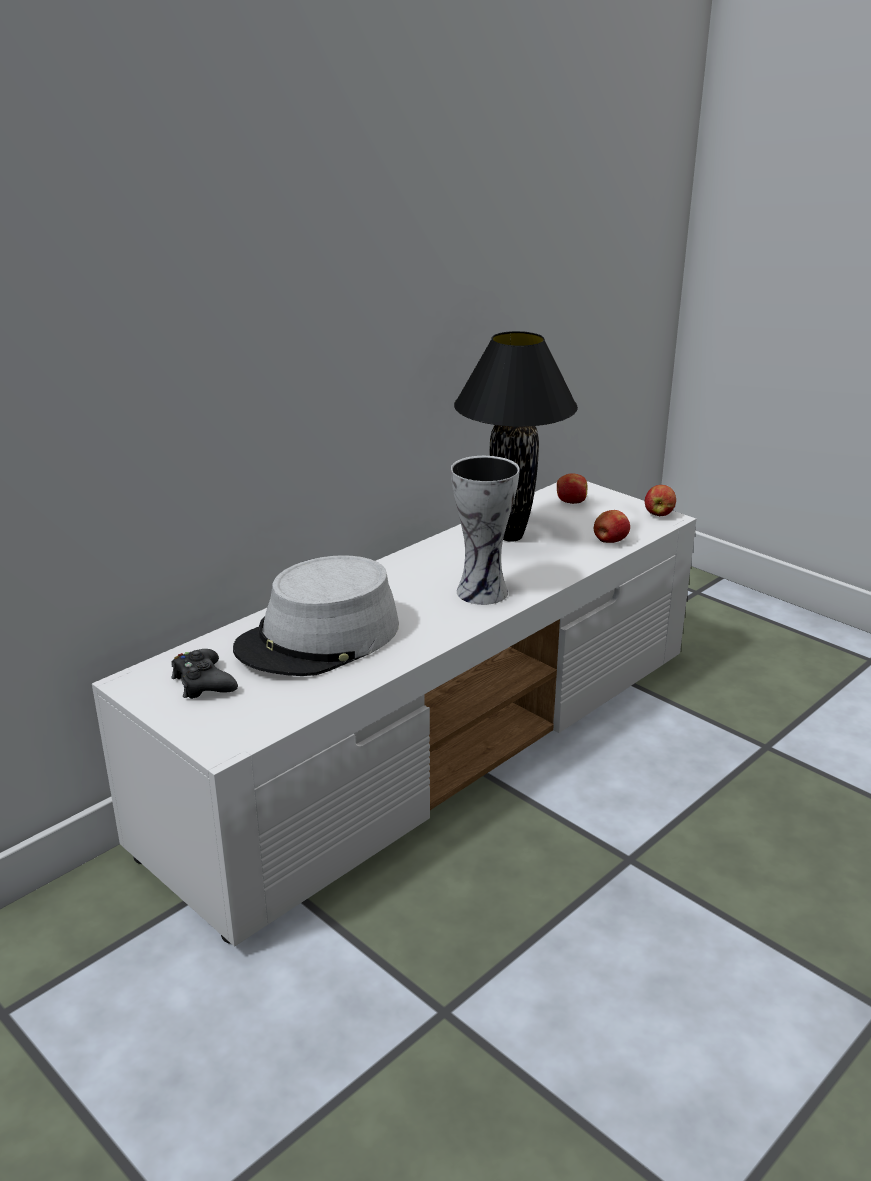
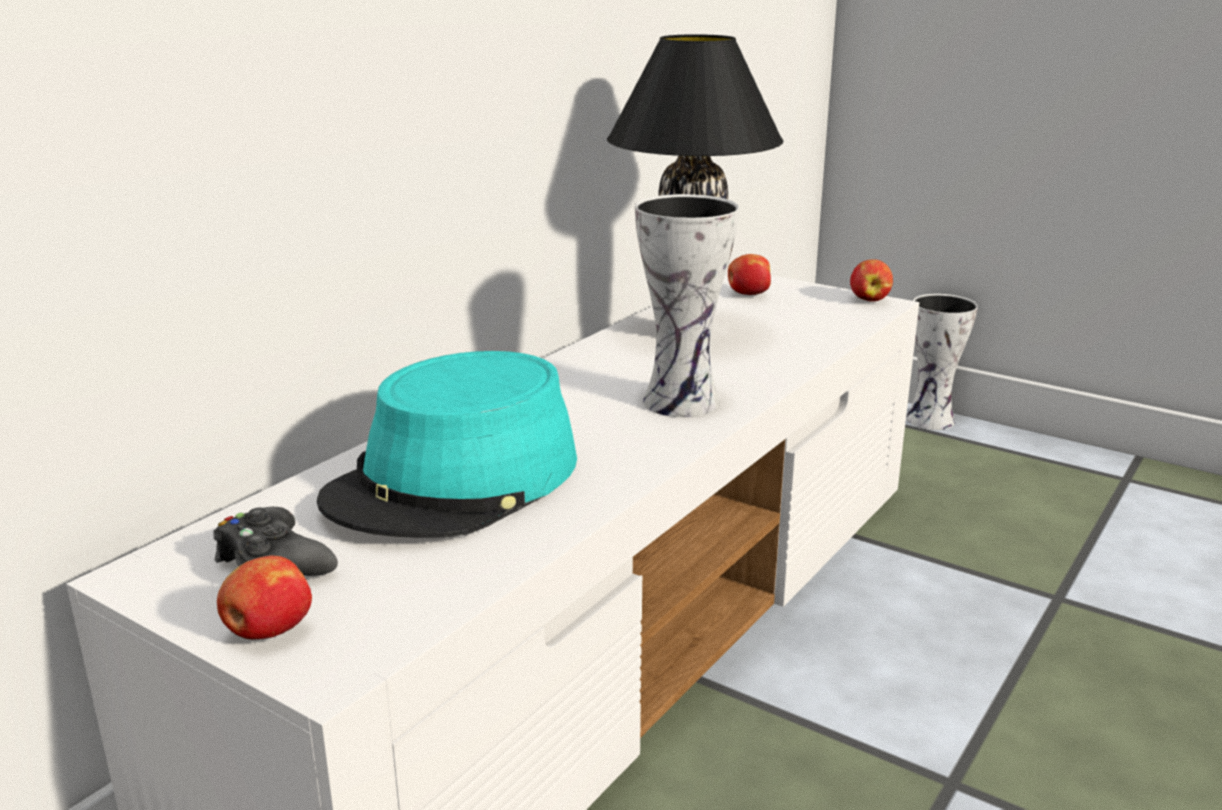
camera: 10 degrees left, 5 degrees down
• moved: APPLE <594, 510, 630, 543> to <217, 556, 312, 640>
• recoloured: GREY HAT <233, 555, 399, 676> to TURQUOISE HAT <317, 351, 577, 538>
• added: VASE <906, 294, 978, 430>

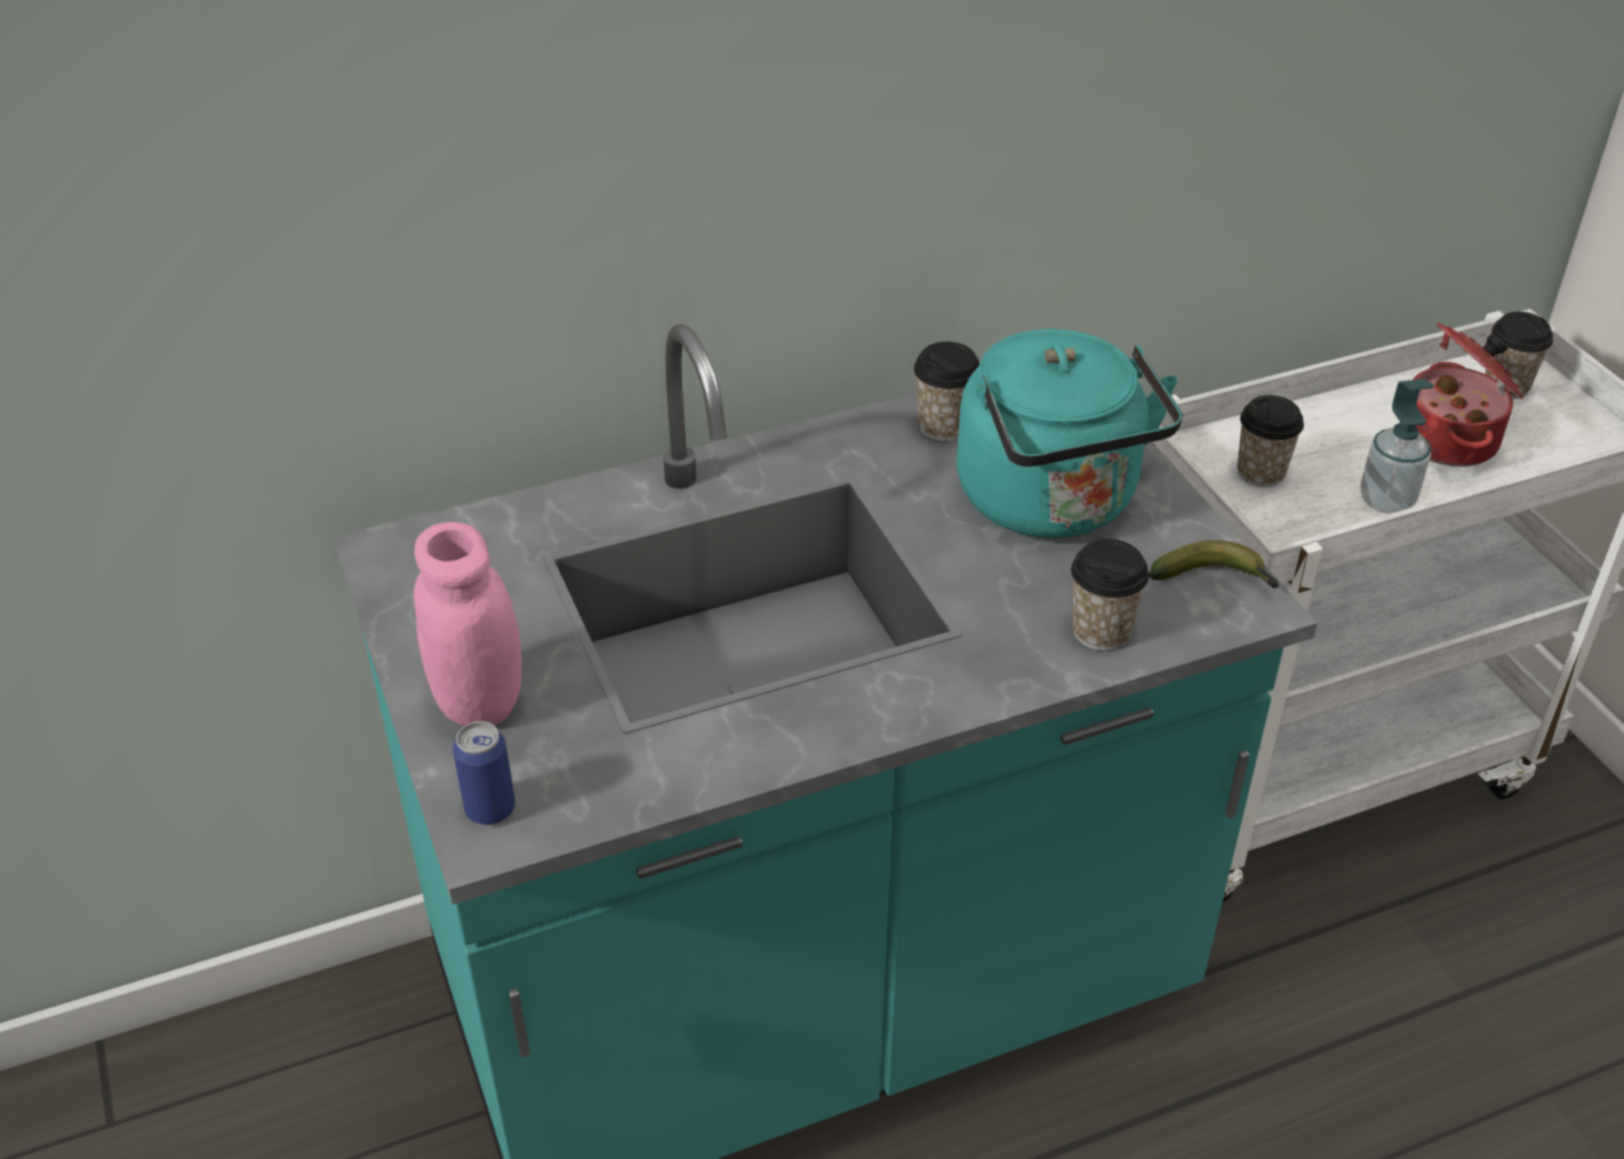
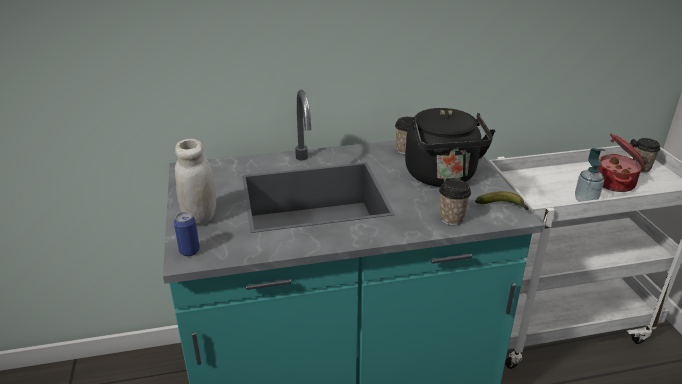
camera: 10 degrees right, 10 degrees down
• recoloured: TURQUOISE KETTLE <957, 329, 1182, 538> to BLACK KETTLE <405, 108, 495, 187>
• removed: CUP <1237, 395, 1304, 487>
• recoloured: PINK JAR <414, 522, 522, 726> to WHITE JAR <175, 139, 216, 225>

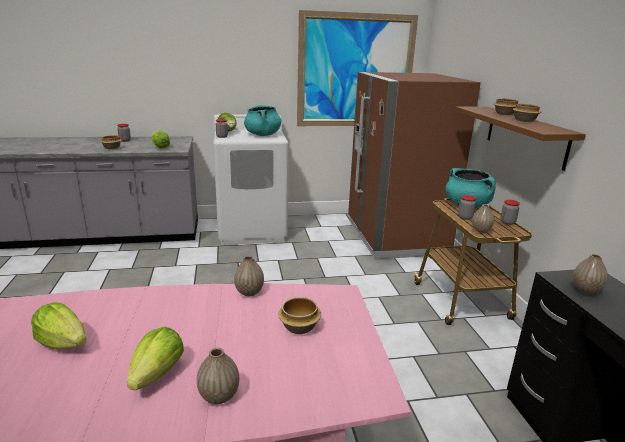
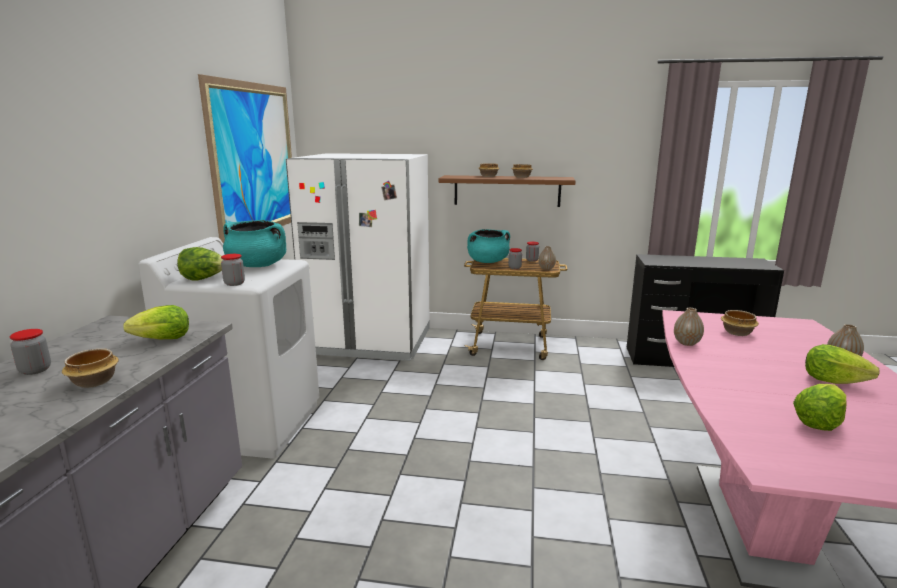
camera: 70 degrees left, 5 degrees down
• recoloured: BROWN FRIDGE <348, 72, 481, 259> to WHITE FRIDGE <286, 153, 430, 361>
• removed: VASE <573, 254, 608, 294>

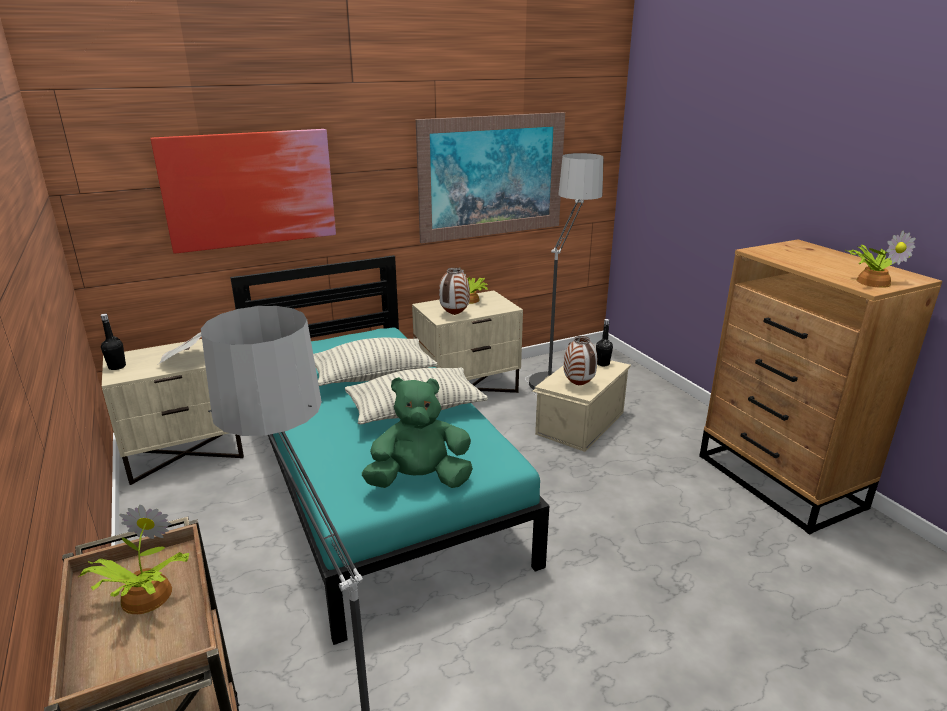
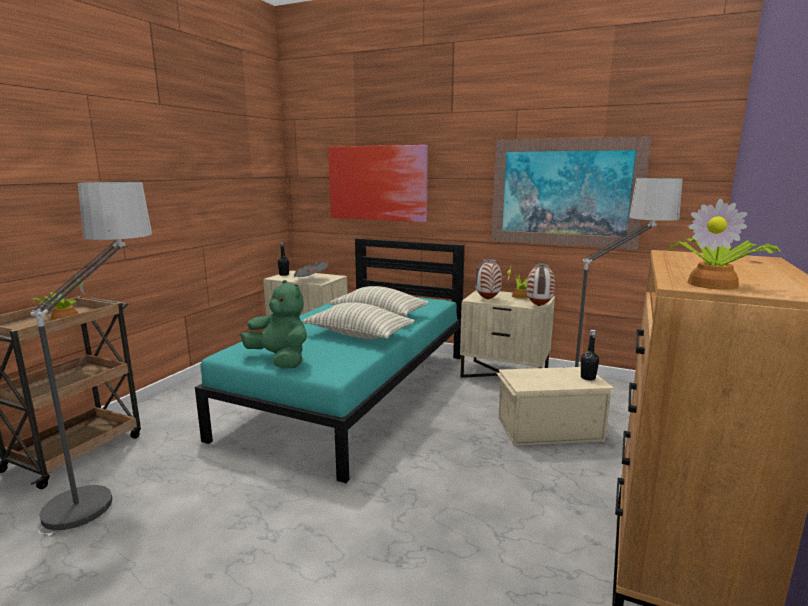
camera: 50 degrees right, 10 degrees down
• moved: VASE <564, 336, 597, 385> to <526, 264, 555, 306>

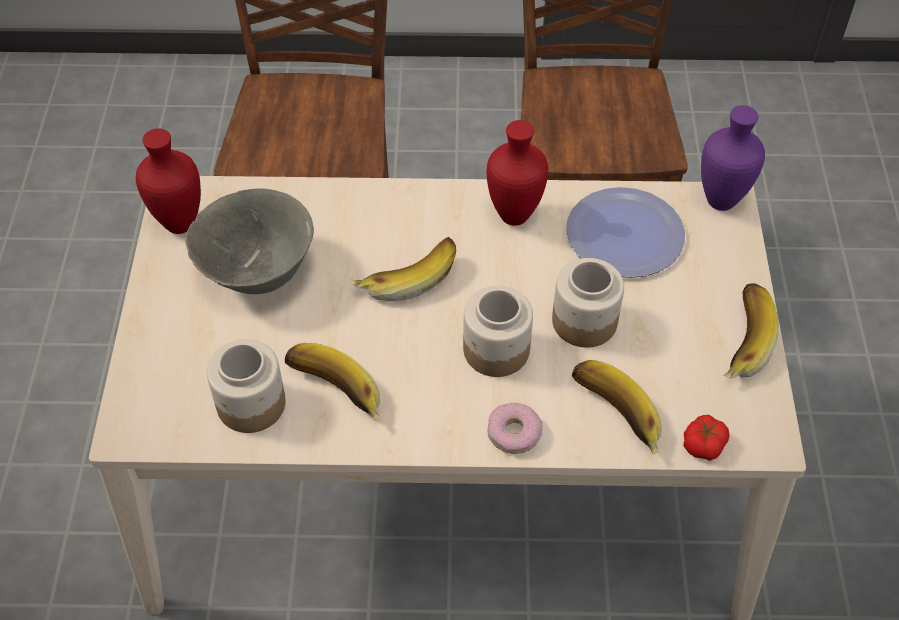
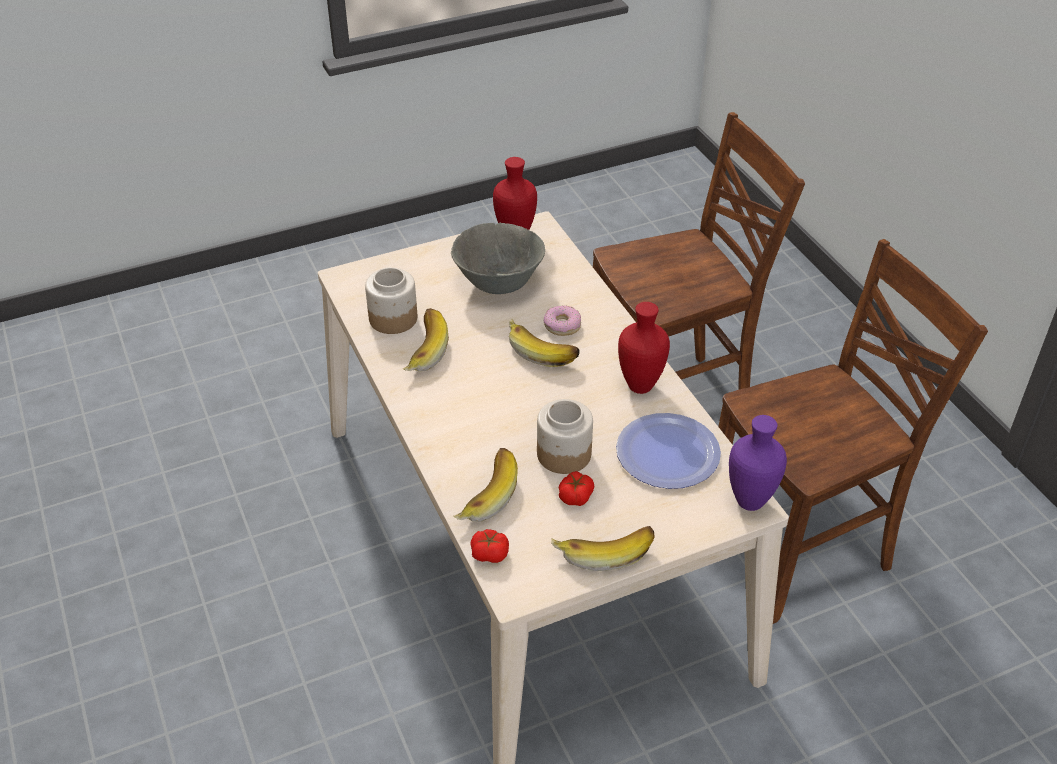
camera: 65 degrees right, 10 degrees down
• removed: JAR <463, 286, 533, 377>
• moved: DONUT <487, 403, 542, 454> to <544, 305, 581, 336>
• added: TOMATO <558, 471, 595, 506>

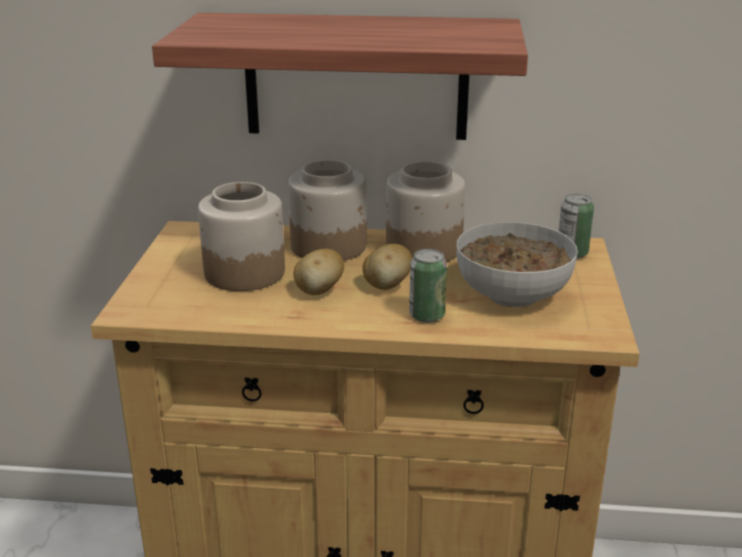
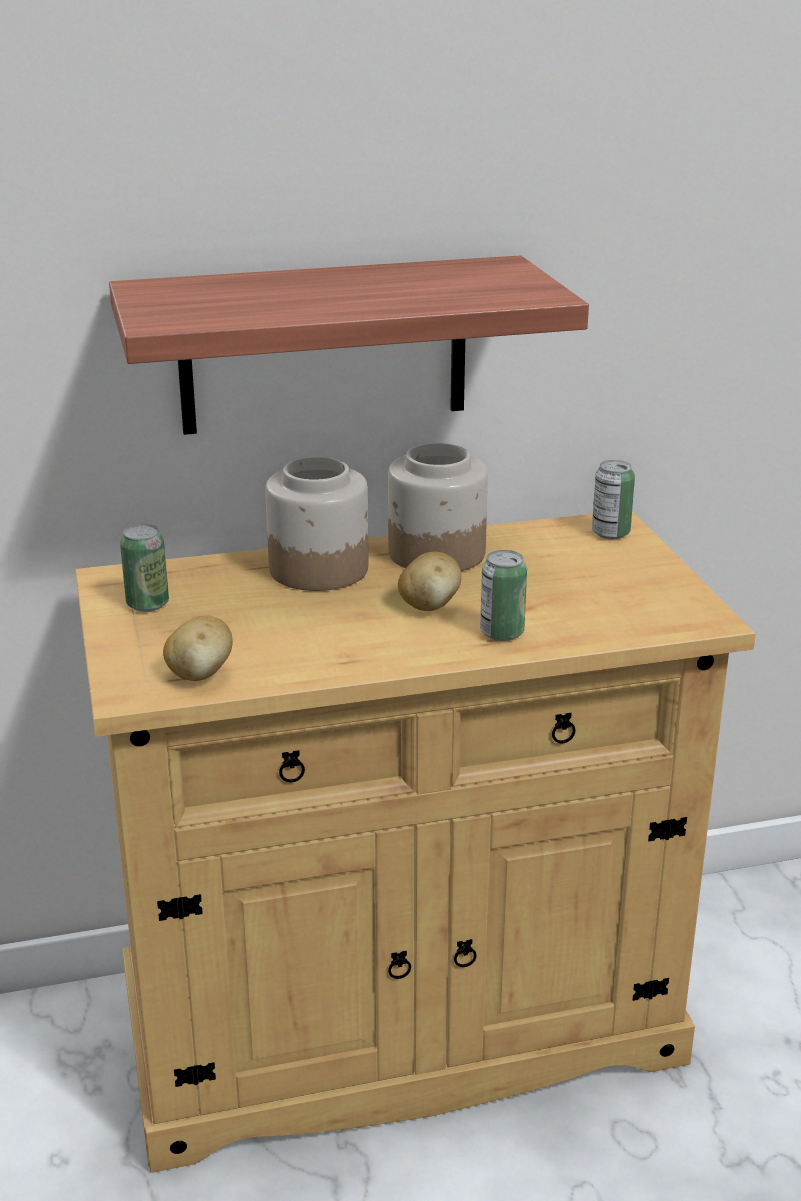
camera: 20 degrees left, 0 degrees up
• removed: JAR <198, 182, 285, 291>
• removed: BOWL <456, 222, 578, 307>
• moved: POTATO <293, 249, 344, 295> to <163, 615, 233, 681>
• added: CAN <120, 524, 169, 612>

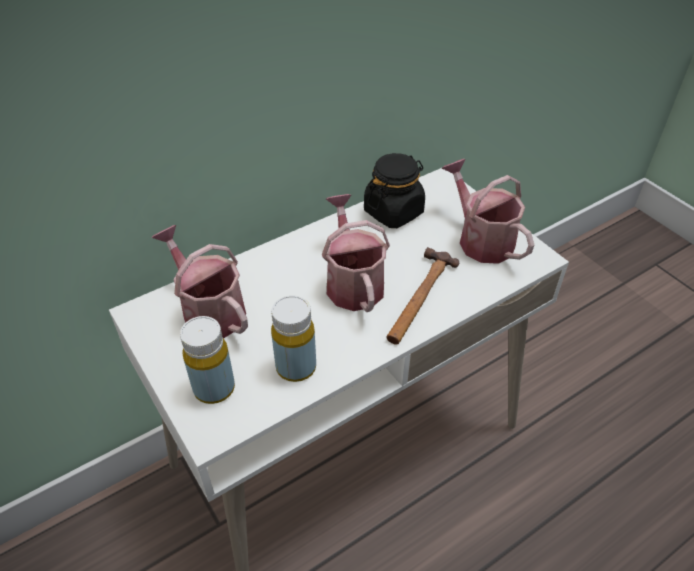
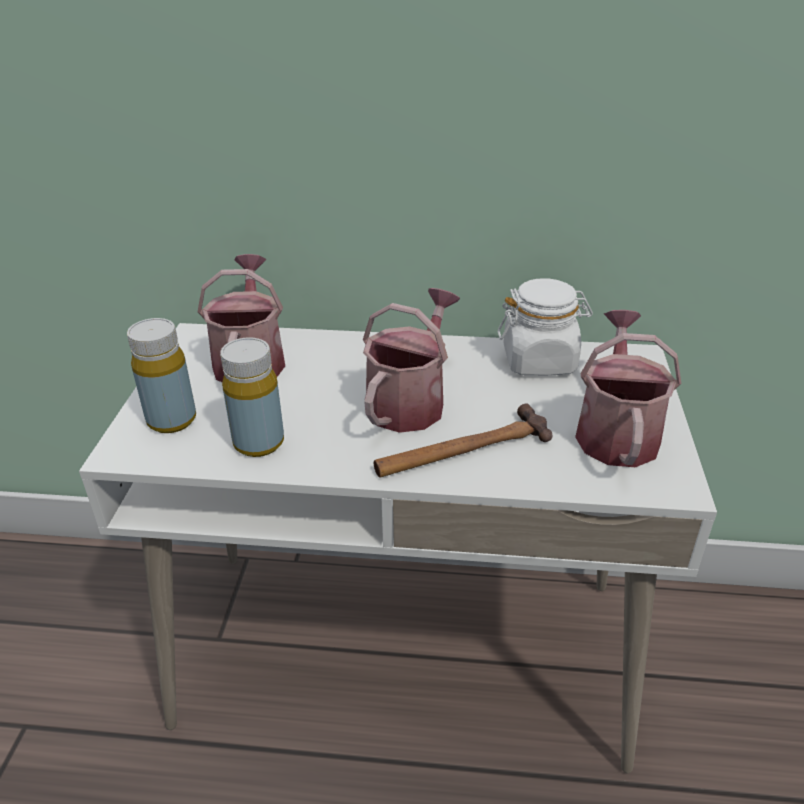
camera: 40 degrees right, 10 degrees down
• recoloured: BLACK JAR <364, 153, 425, 228> to WHITE JAR <498, 278, 593, 376>

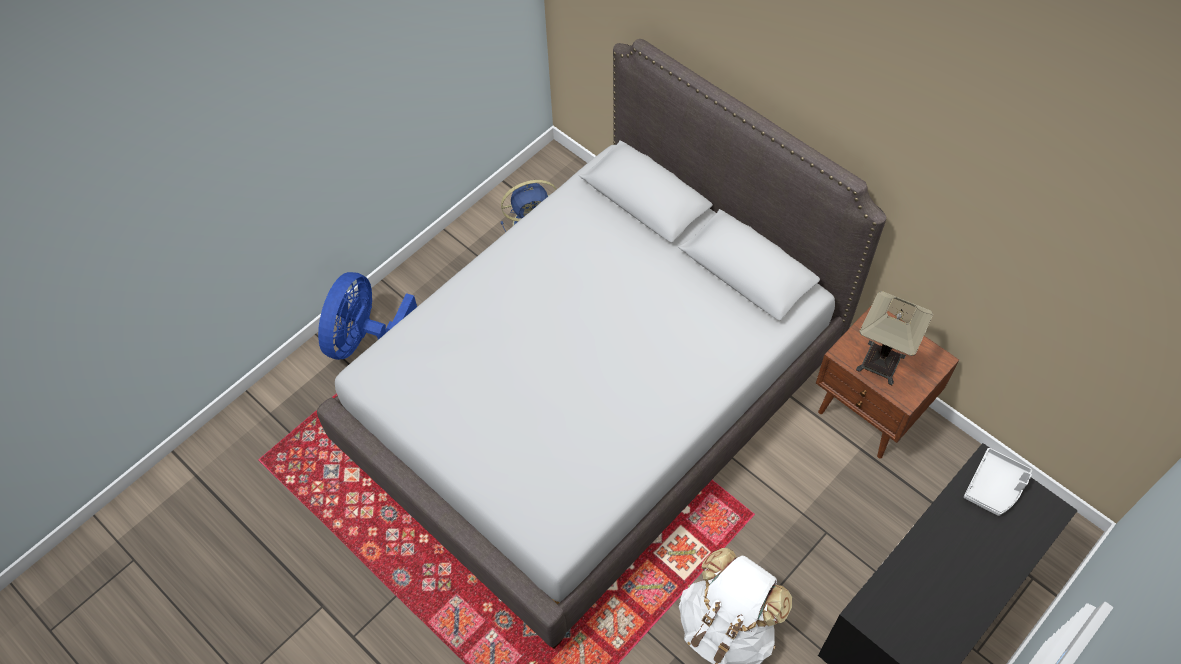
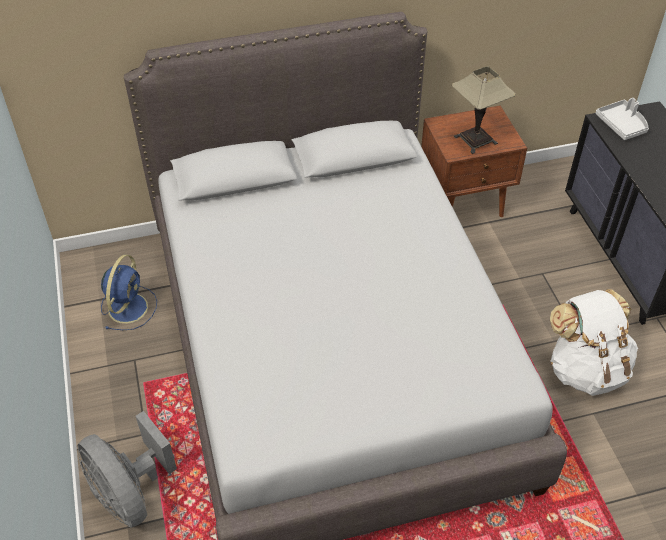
camera: 60 degrees left, 10 degrees down
• recoloured: BLUE FAN <318, 272, 417, 360> to GREY FAN <78, 411, 177, 528>

